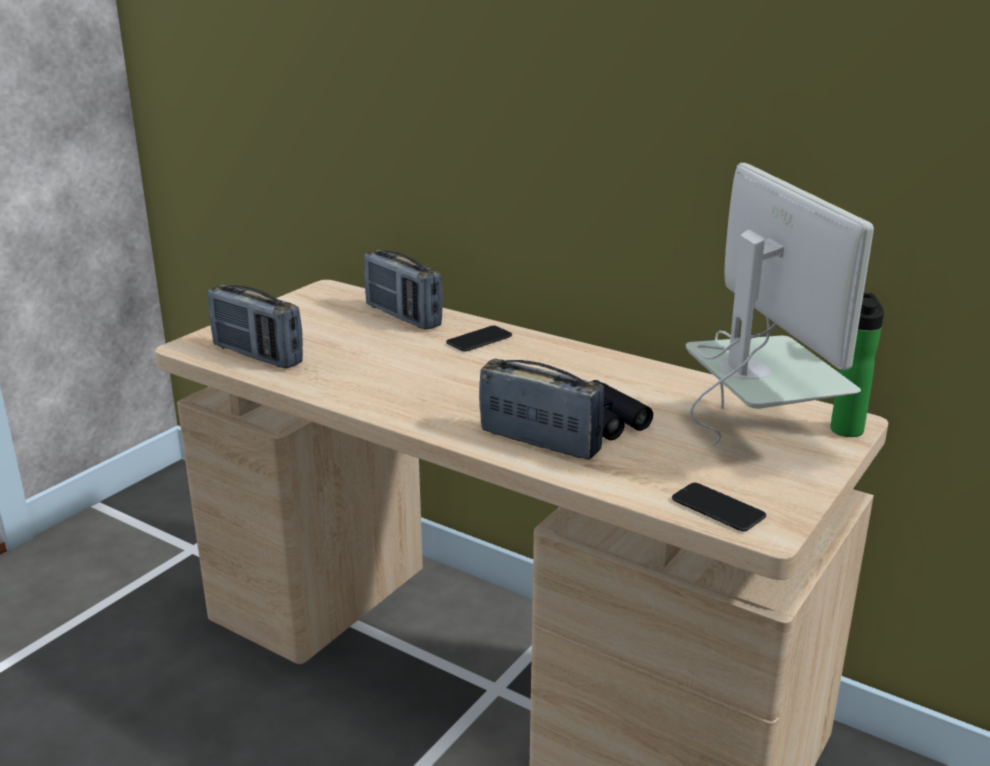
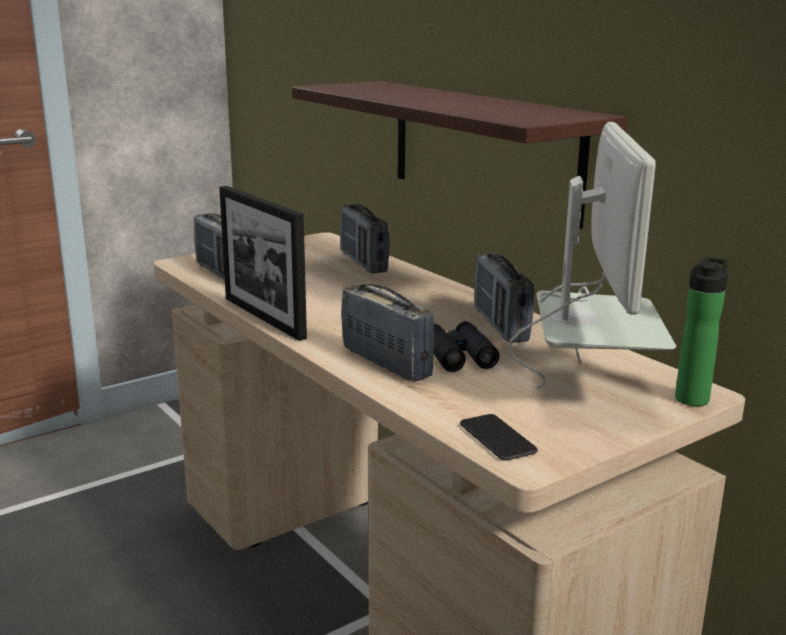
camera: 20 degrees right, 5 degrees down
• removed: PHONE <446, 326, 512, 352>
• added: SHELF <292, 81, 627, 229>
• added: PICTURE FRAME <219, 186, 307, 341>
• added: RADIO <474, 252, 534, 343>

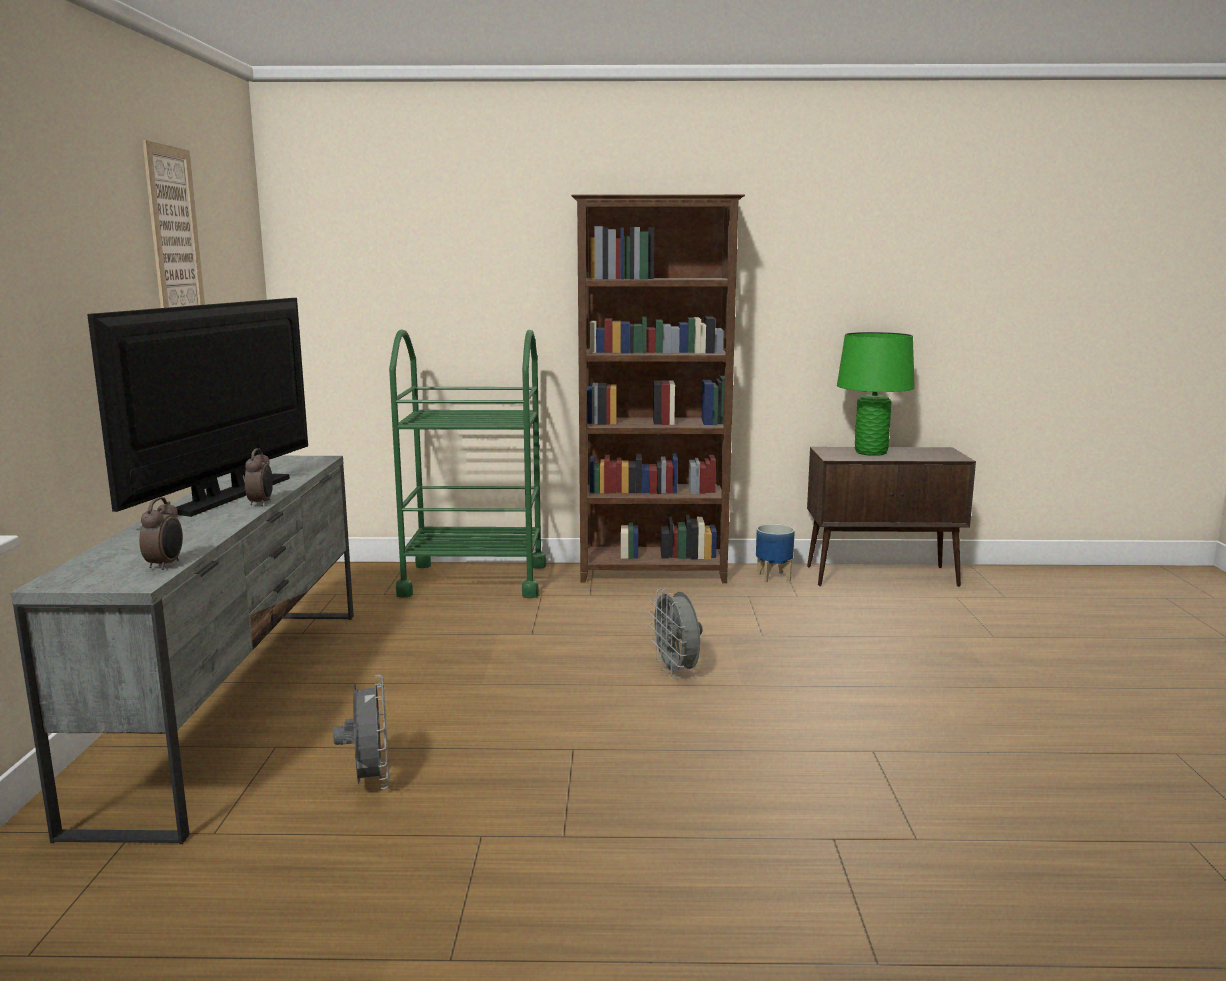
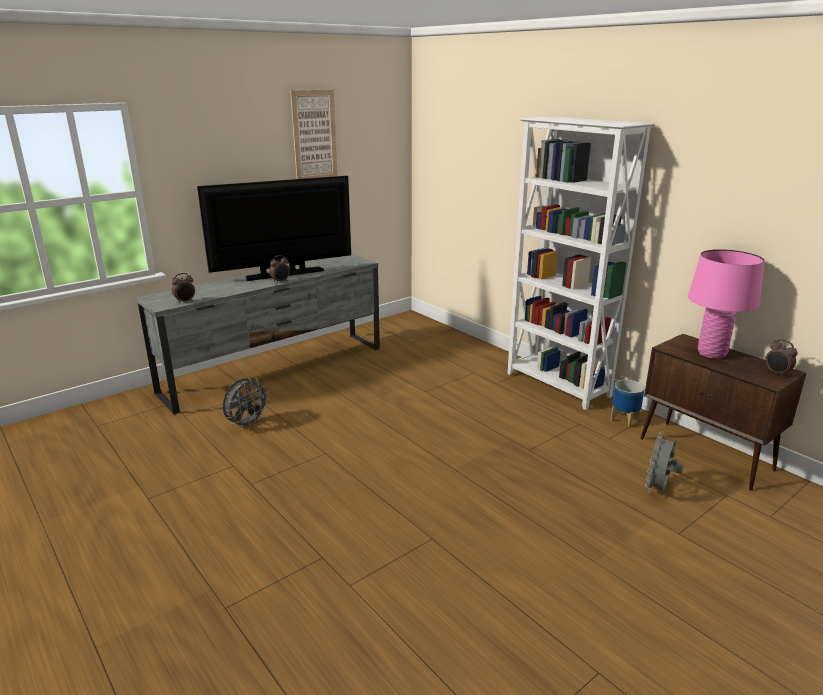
camera: 50 degrees right, 10 degrees up
• recoloured: BROWN BOOKCASE <571, 194, 745, 583> to WHITE BOOKCASE <507, 116, 655, 410>
• removed: GREEN CART <389, 329, 546, 598>
• recoloured: GREEN TABLE LAMP <837, 332, 915, 456> to PINK TABLE LAMP <688, 249, 765, 359>
• moved: GREY FAN <648, 589, 702, 677> to <645, 431, 684, 492>
• added: ALARM CLOCK <765, 339, 798, 377>

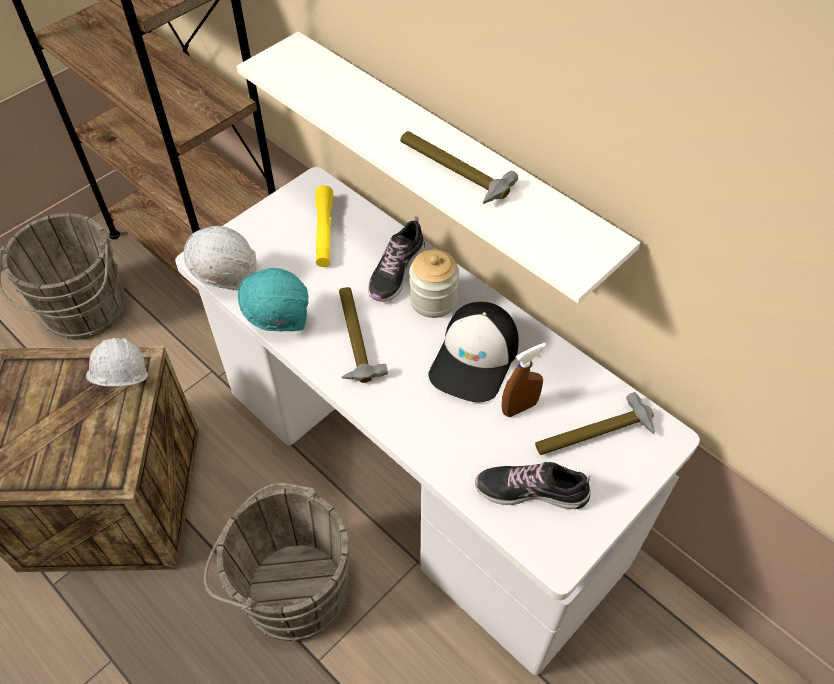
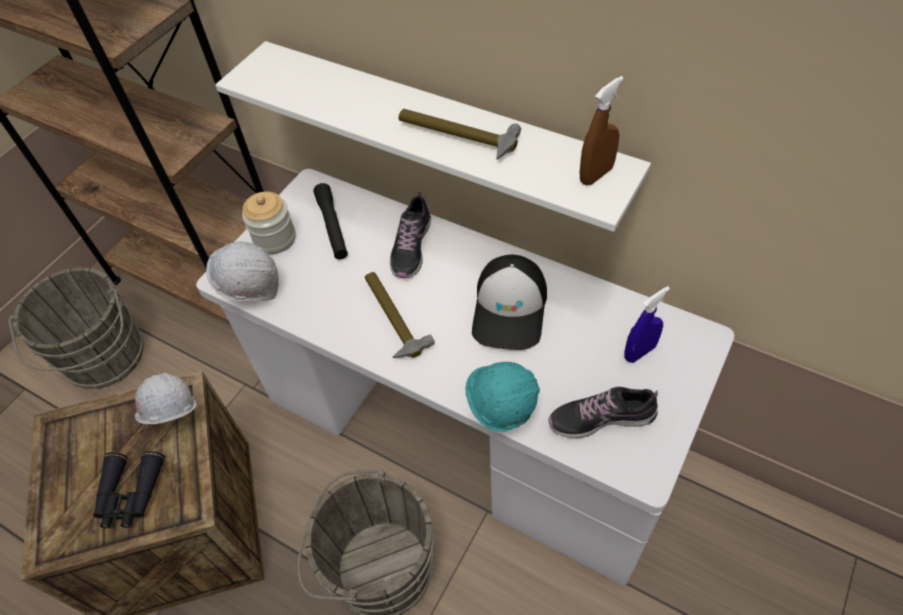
camera: 10 degrees left, 0 degrees up
• recoloured: YELLOW FLASHLIGHT <315, 185, 333, 267> to BLACK FLASHLIGHT <313, 183, 348, 259>
• moved: JAR <409, 250, 459, 318> to <242, 191, 296, 254>
• moved: TURQUOISE HARD HAT <238, 268, 309, 332> to <465, 362, 540, 432>
• moved: BROWN SPRAY BOTTLE <502, 343, 546, 417> to <580, 76, 624, 185>
• replaced: HAMMER <535, 392, 655, 455> to BLUE SPRAY BOTTLE <624, 286, 670, 363>
• added: BLACK BINOCULARS <93, 451, 165, 528>

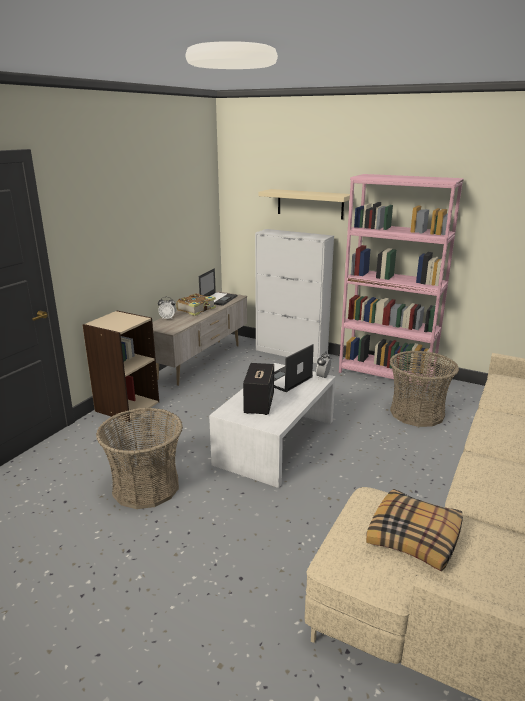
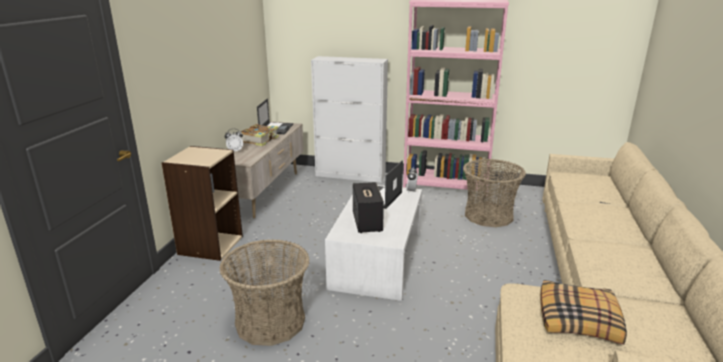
camera: 15 degrees left, 0 degrees up
• removed: BEIGE SHELF <259, 189, 350, 219>

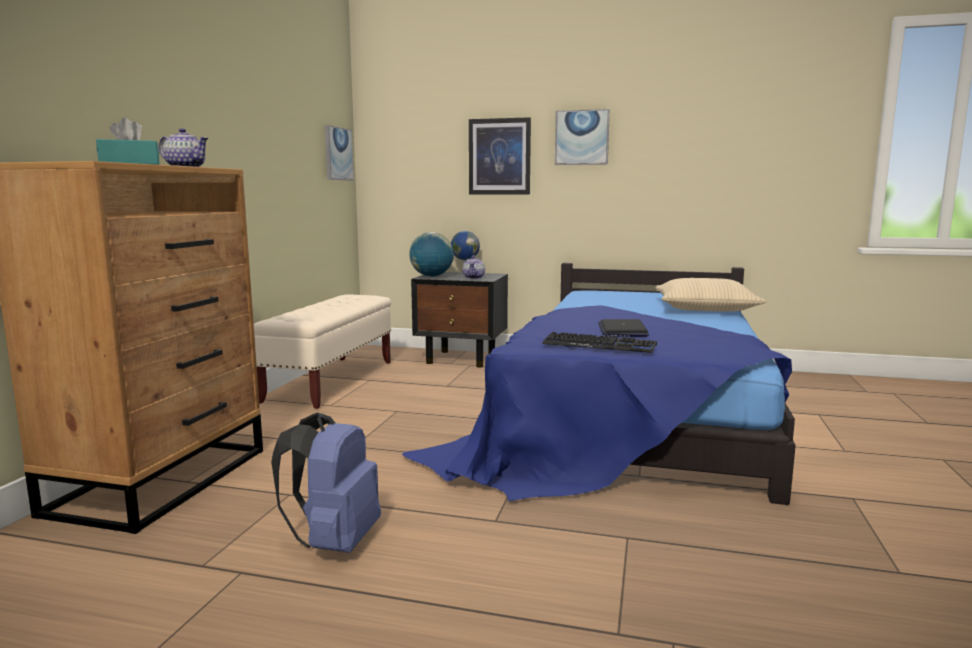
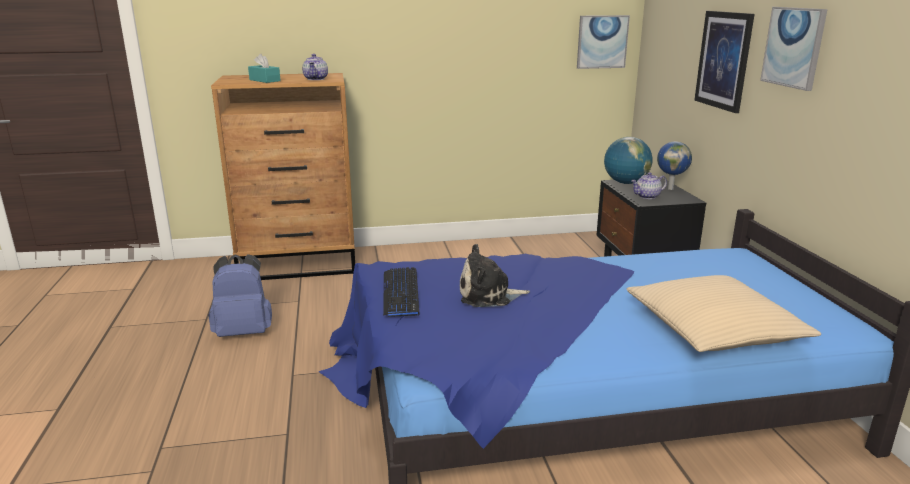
camera: 65 degrees right, 10 degrees up
• removed: BEIGE BENCH <254, 294, 391, 409>
• replaced: LAPTOP <598, 319, 649, 337> to PLUSH TOY <460, 244, 530, 307>

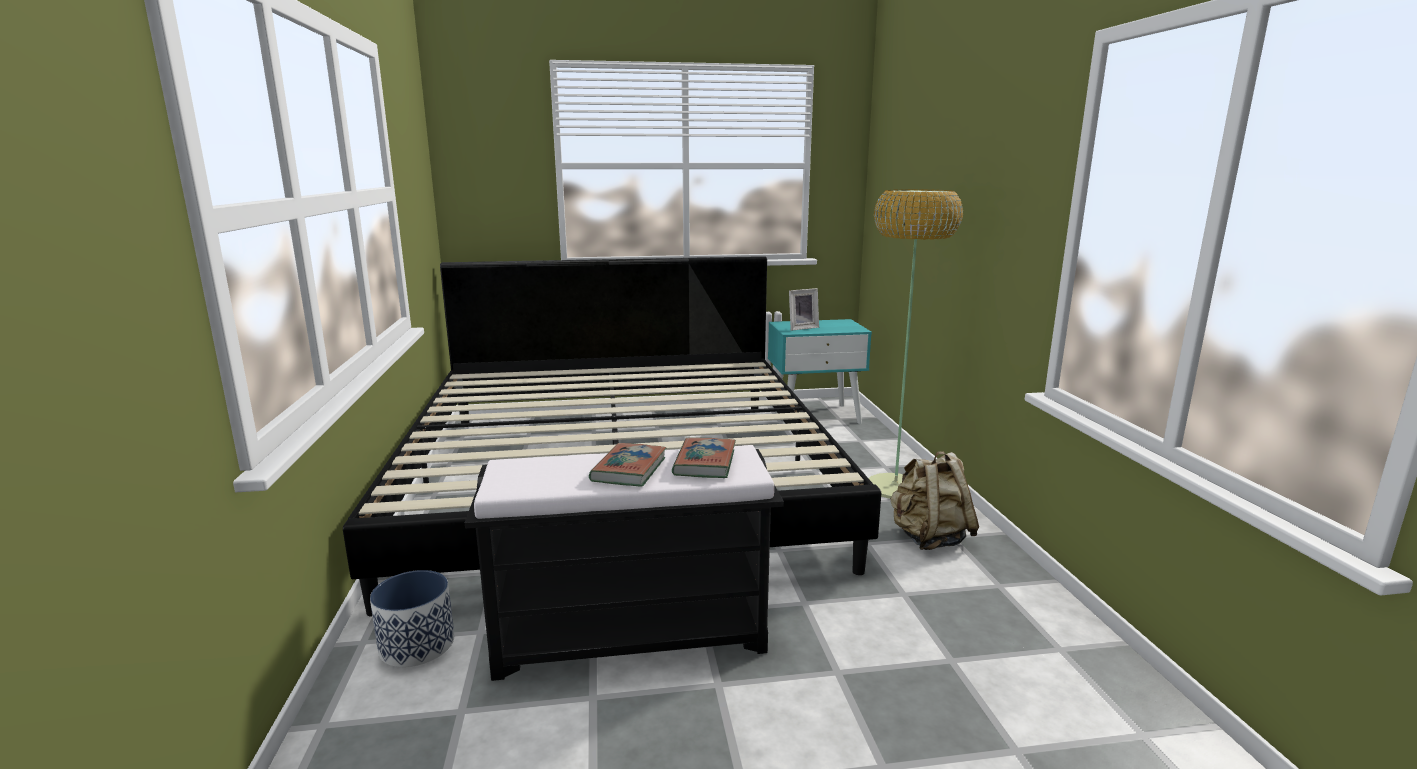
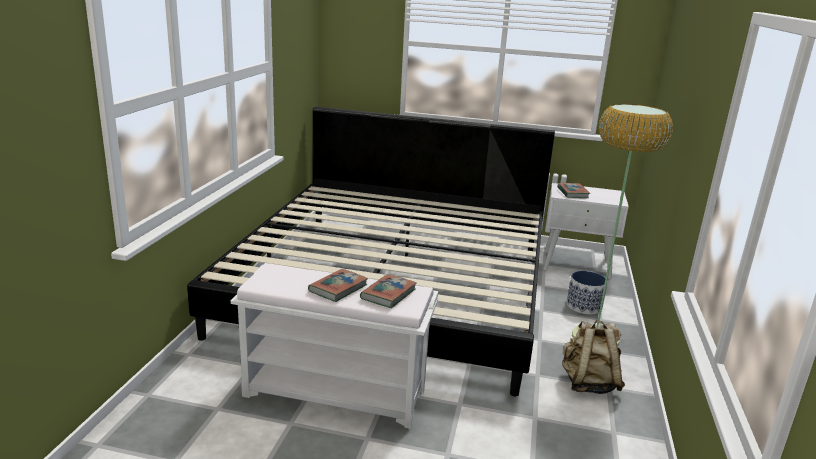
camera: 20 degrees right, 5 degrees up
• replaced: PICTURE FRAME <789, 288, 819, 331> to BOOK <557, 183, 590, 198>
• recoloured: TURQUOISE NIGHTSTAND <768, 319, 872, 424> to WHITE NIGHTSTAND <544, 183, 629, 279>
• recoloured: BLACK BENCH <465, 445, 784, 681> to WHITE BENCH <231, 263, 438, 429>
• moved: PLANTER <370, 570, 454, 667> to <567, 271, 607, 314>

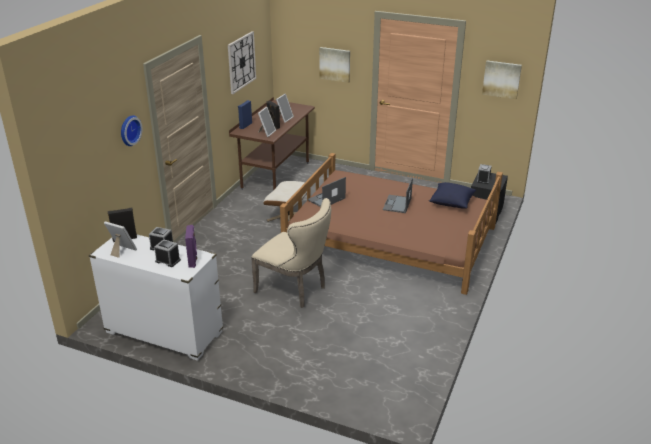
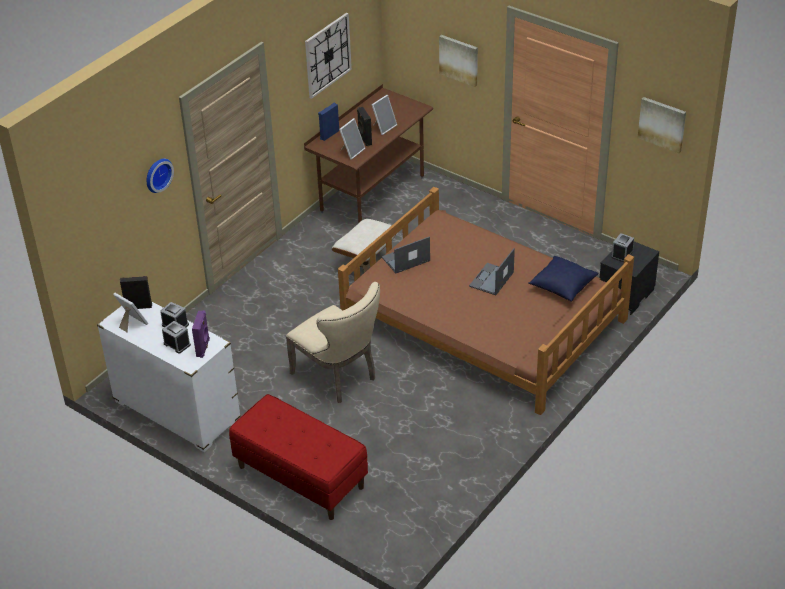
camera: 15 degrees right, 10 degrees up
• added: RED BENCH <229, 394, 368, 520>

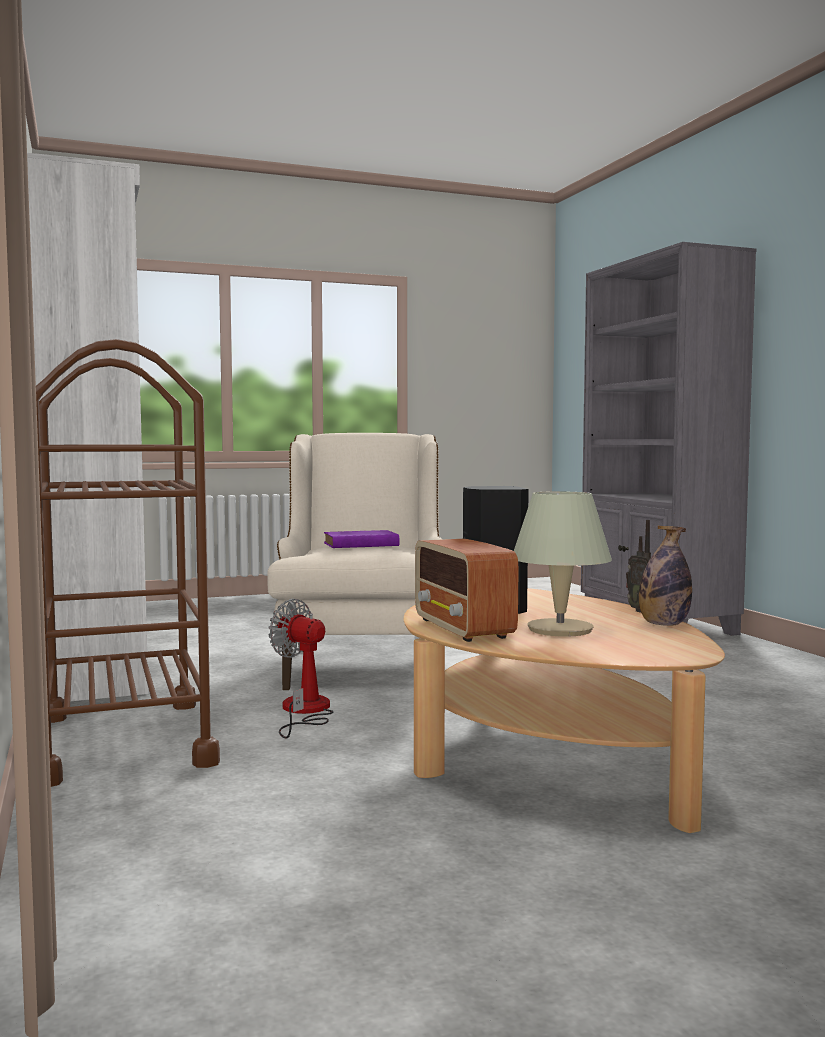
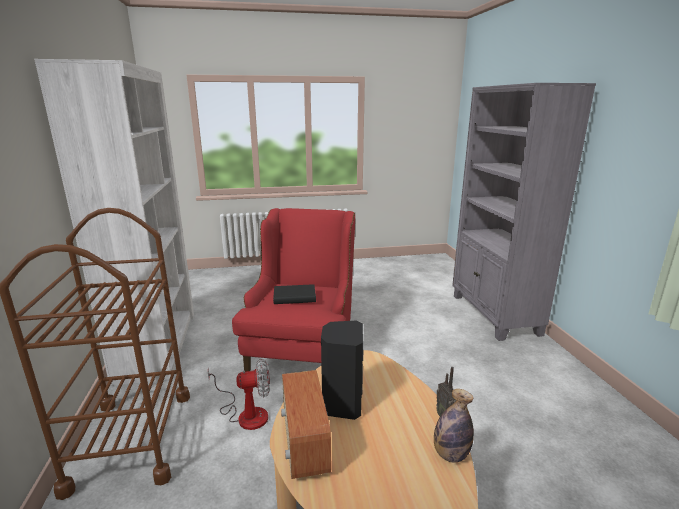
camera: 10 degrees right, 15 degrees up
• recoloured: BEIGE ARMCHAIR <267, 433, 442, 690> to RED ARMCHAIR <232, 208, 355, 372>
• removed: BEIGE TABLE LAMP <514, 491, 612, 637>
• recoloured: PURPLE BOOK <324, 530, 399, 548> to BLACK BOOK <273, 284, 316, 304>
• turned: FAN <268, 598, 333, 738> = <208, 359, 270, 430> 120 degrees clockwise

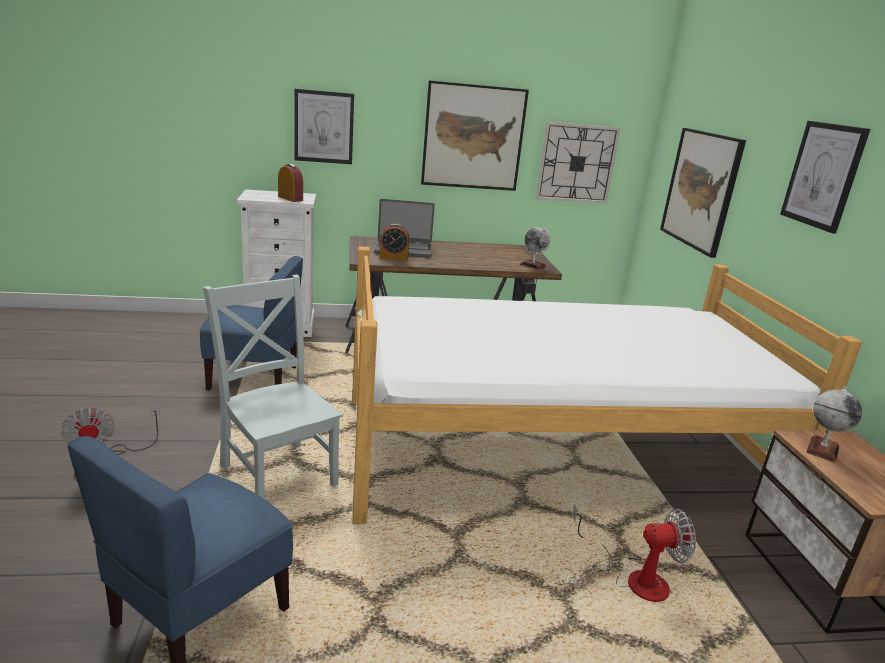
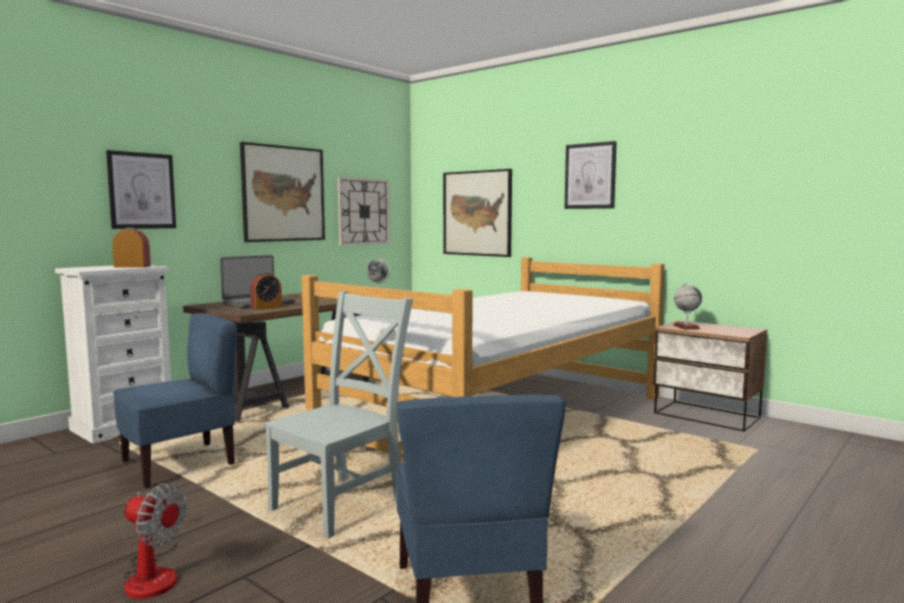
camera: 40 degrees left, 15 degrees down
• turned: GREY CHAIR <203, 275, 342, 499> = <264, 291, 413, 538> 120 degrees clockwise
• removed: FAN <572, 504, 696, 602>

